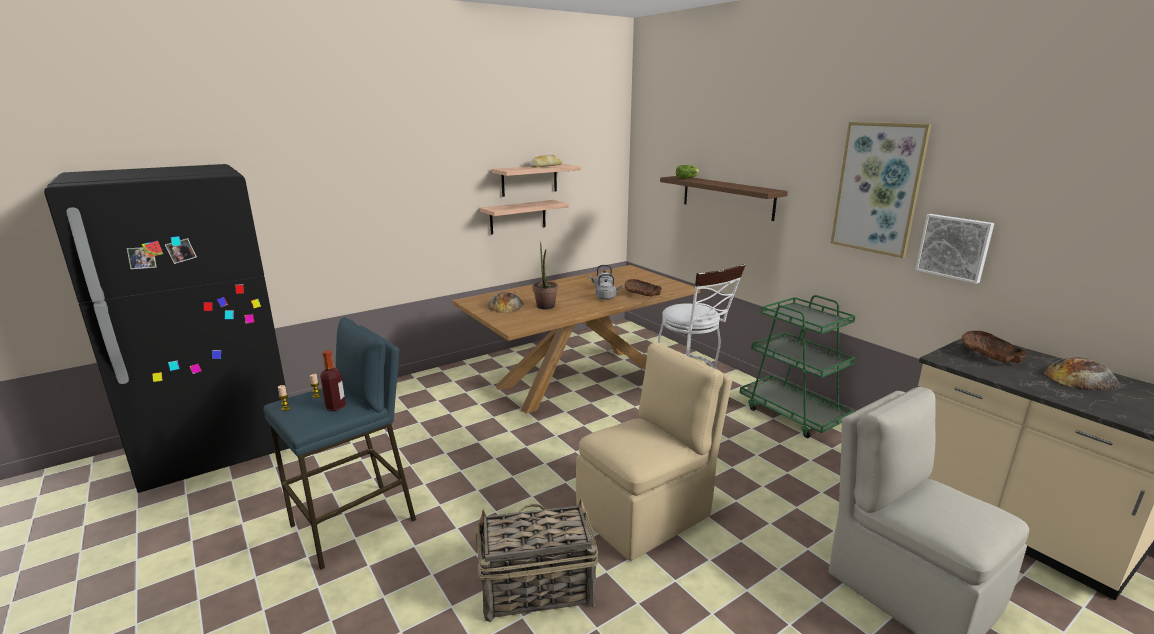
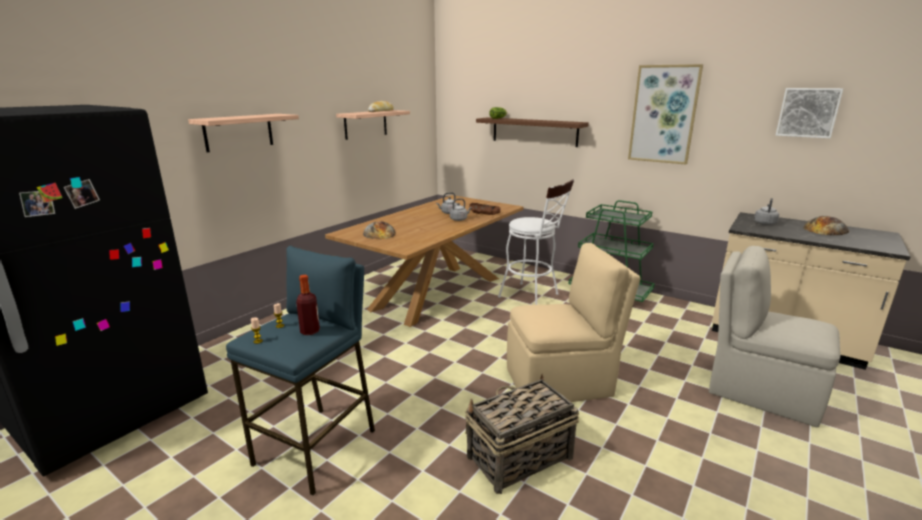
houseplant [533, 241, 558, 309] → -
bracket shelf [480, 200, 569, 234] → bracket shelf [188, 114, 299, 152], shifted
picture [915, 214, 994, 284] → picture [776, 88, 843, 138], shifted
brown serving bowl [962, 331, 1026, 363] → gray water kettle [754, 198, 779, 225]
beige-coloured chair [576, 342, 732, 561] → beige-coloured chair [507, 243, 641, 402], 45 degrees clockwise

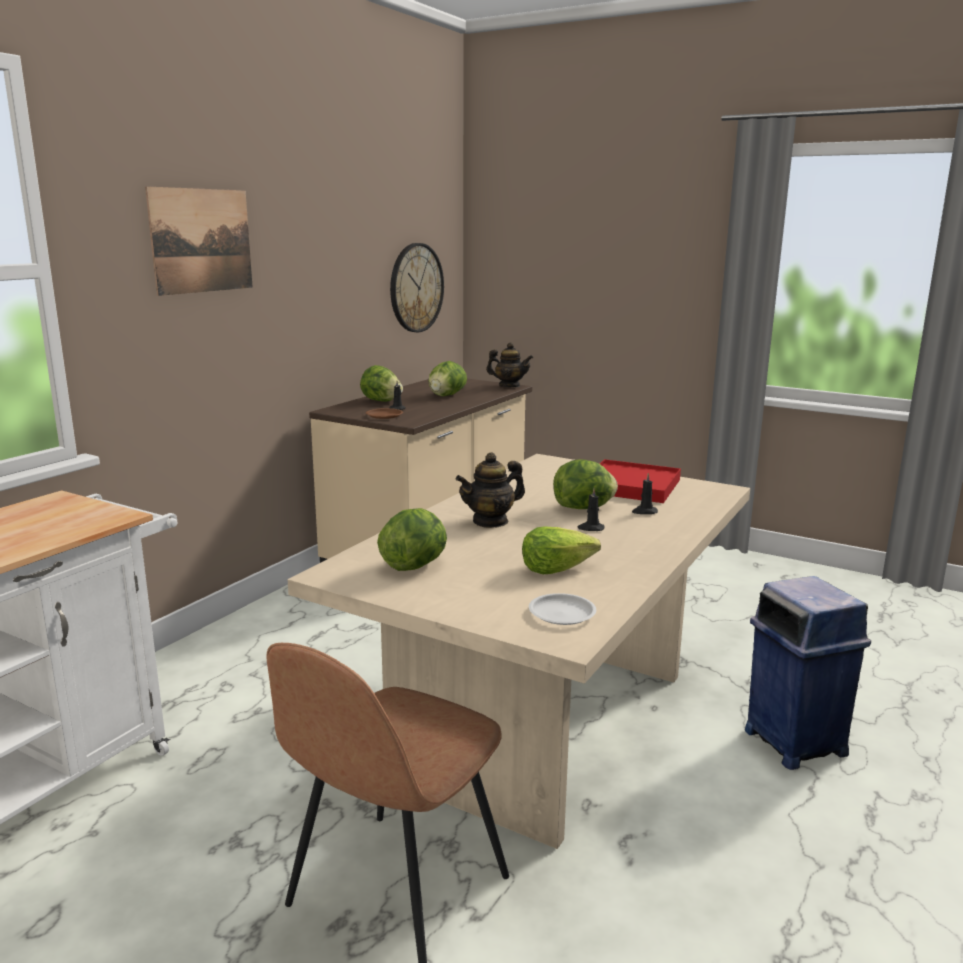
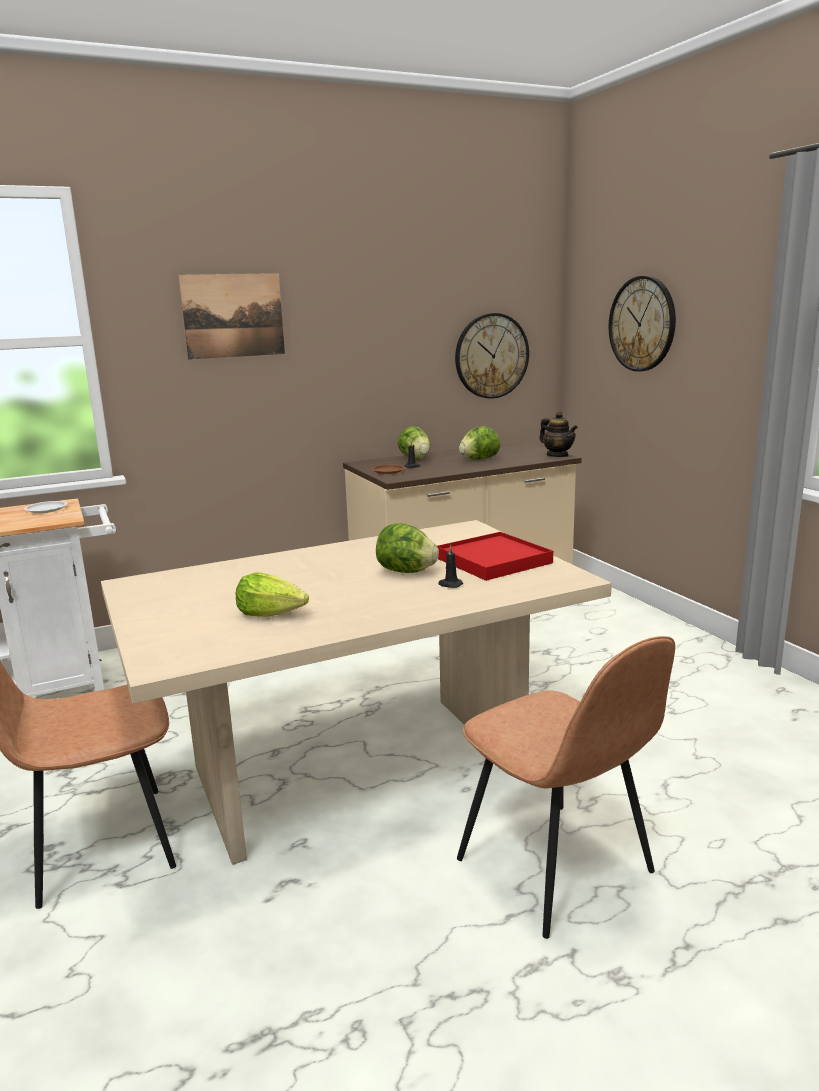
head of lettuce [377, 508, 447, 571] → -
teapot [456, 452, 525, 528] → -
black-coloured wax candle [577, 488, 605, 531] → -
- → hanging clock [609, 276, 676, 372]
whitish dinner plate [529, 593, 596, 625] → whitish dinner plate [24, 501, 67, 513], shifted
blue-coloured waste bin [745, 576, 871, 770] → brown chair [457, 636, 675, 939]

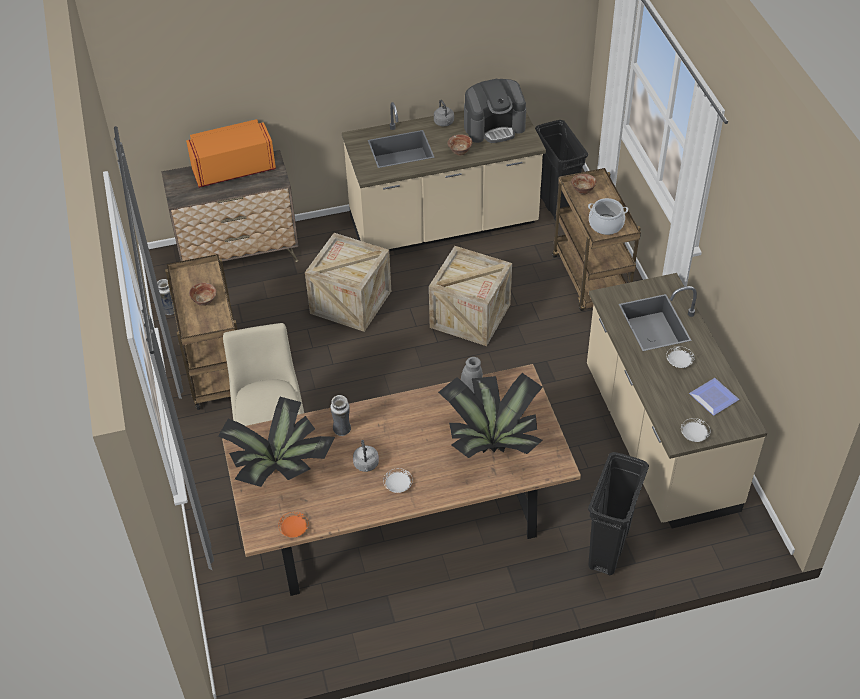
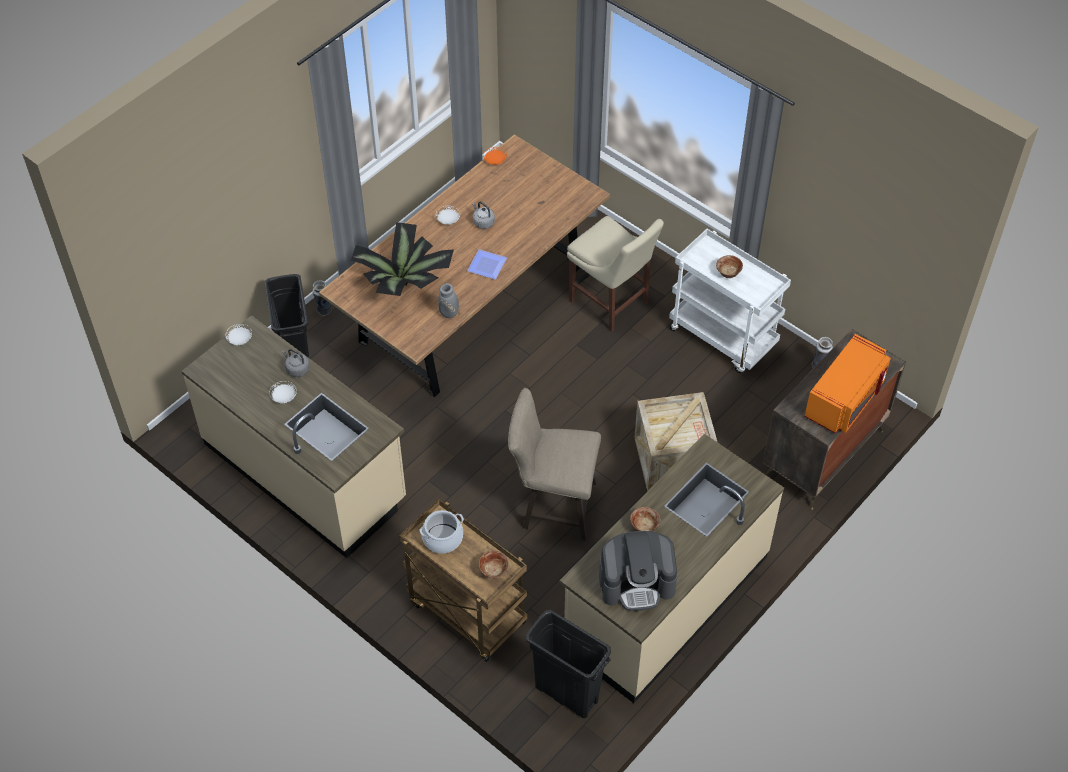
houseplant [218, 397, 335, 487] → -
vase [330, 395, 351, 436] → vase [313, 280, 332, 316], shifted
gray water kettle [434, 100, 454, 127] → gray water kettle [282, 349, 310, 377], shifted
dinner plate [689, 378, 739, 415] → dinner plate [467, 249, 507, 280], shifted
crate [429, 246, 512, 346] → beige-coloured stool [508, 388, 601, 541]
brown wheeled cart [165, 254, 238, 410] → whitish wheeled cart [669, 229, 791, 373]
coffee maker [464, 79, 526, 143] → coffee maker [599, 531, 677, 611], 135 degrees counterclockwise

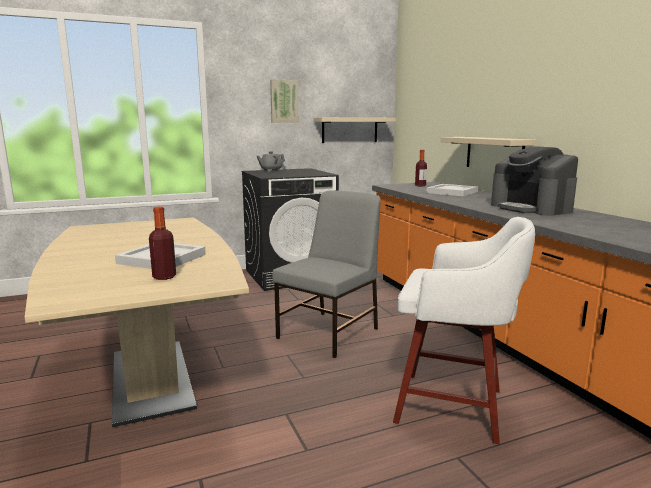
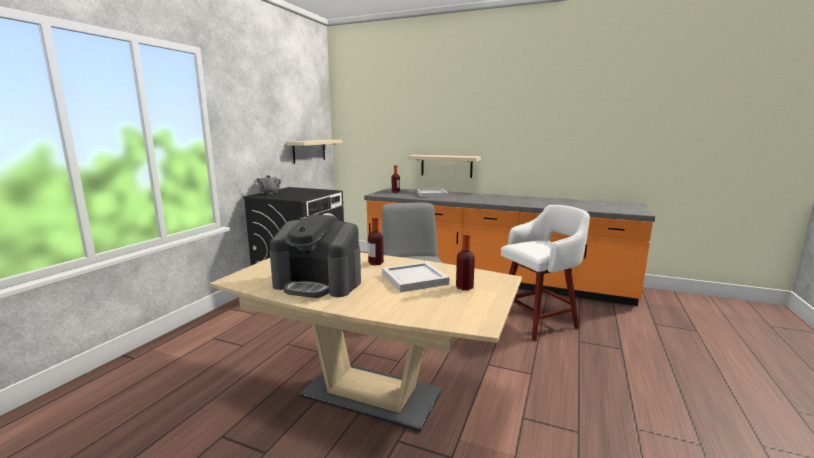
picture [270, 79, 299, 123] → -
- → beverage bottle [368, 217, 384, 265]
coffee maker [491, 146, 578, 216] → coffee maker [270, 214, 361, 298], shifted

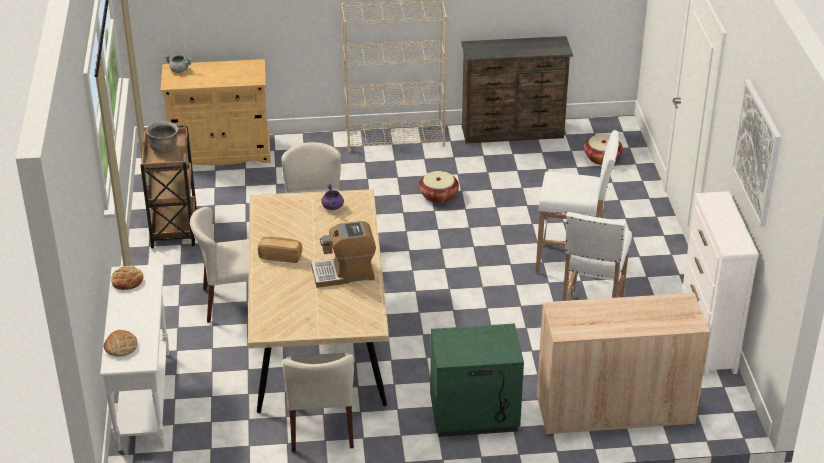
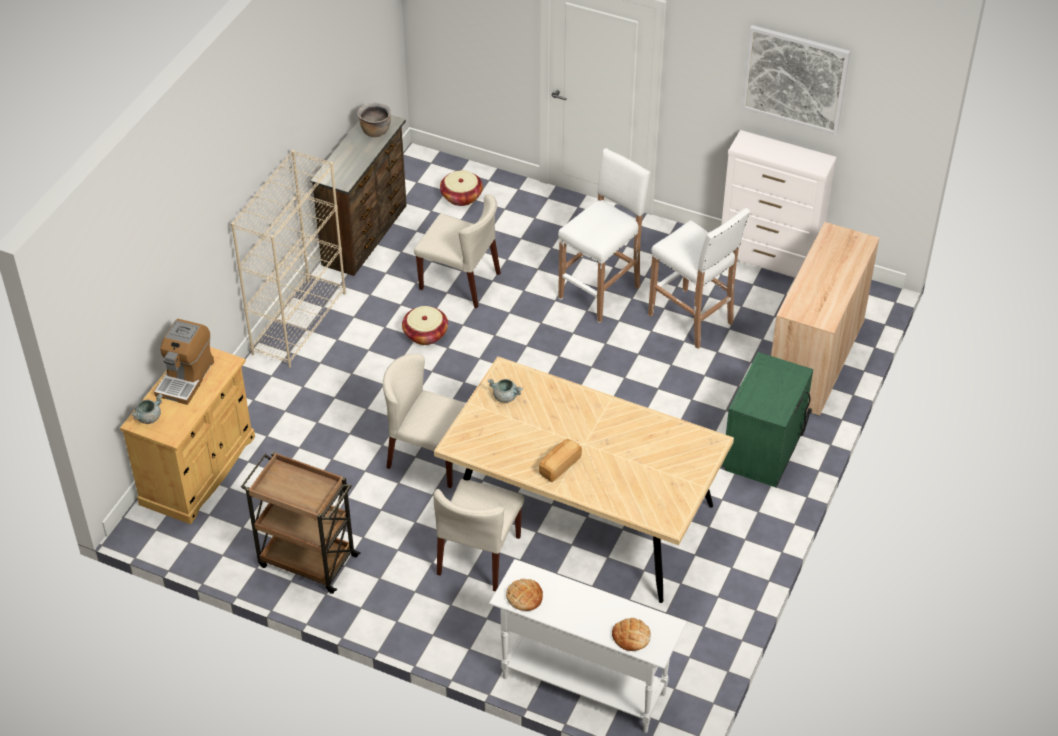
brown cooking pot [146, 121, 178, 153] → brown cooking pot [357, 102, 391, 137], shifted
beige-coloured chair [282, 353, 354, 453] → beige-coloured chair [414, 194, 501, 308], shifted
coffee maker [311, 221, 376, 288] → coffee maker [154, 319, 214, 405], shifted
purple-coloured cooking pot [322, 184, 344, 210] → gray cooking pot [488, 379, 523, 403]

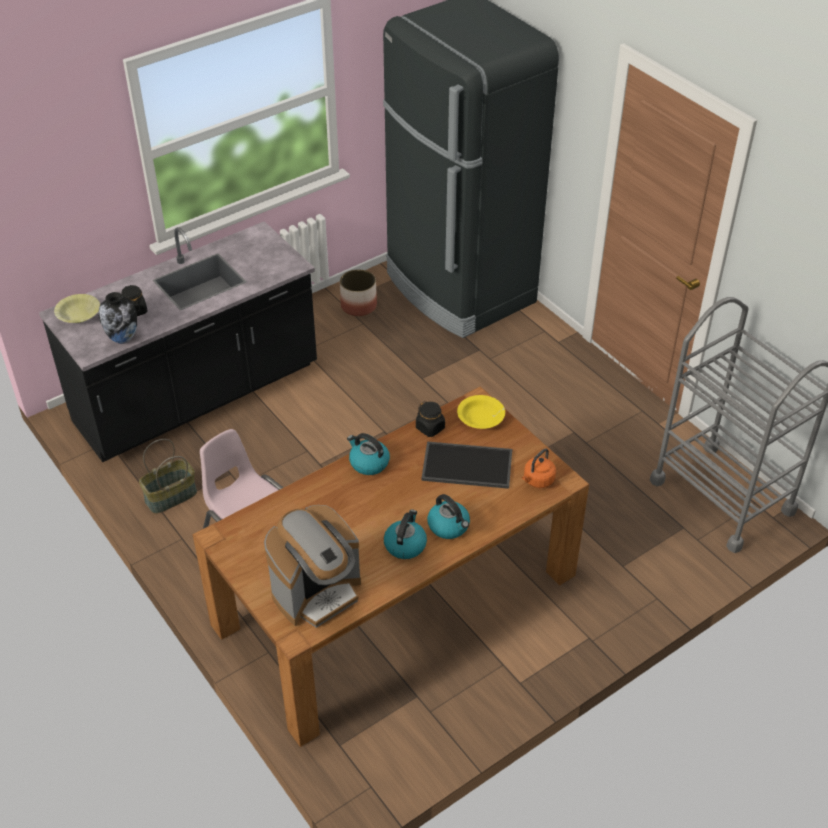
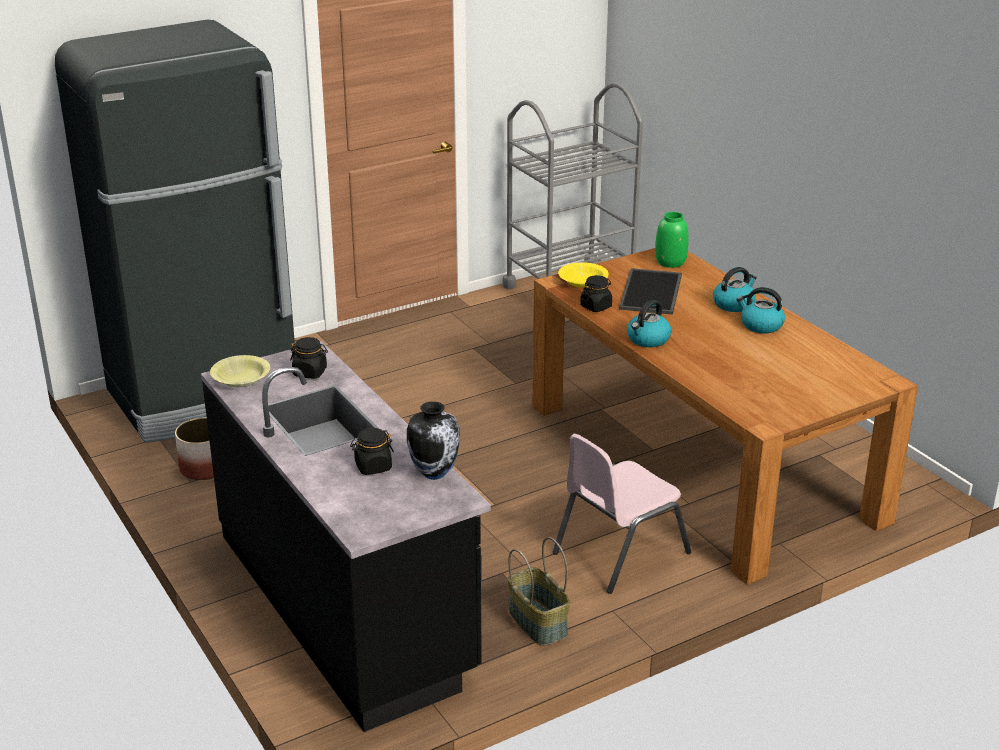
coffee maker [264, 505, 361, 628] → -
- → black-coloured jar [290, 337, 328, 378]
yellowish serving bowl [54, 294, 100, 323] → yellowish serving bowl [210, 355, 270, 387], shifted
orange water kettle [522, 448, 556, 488] → green vase [655, 212, 689, 268]

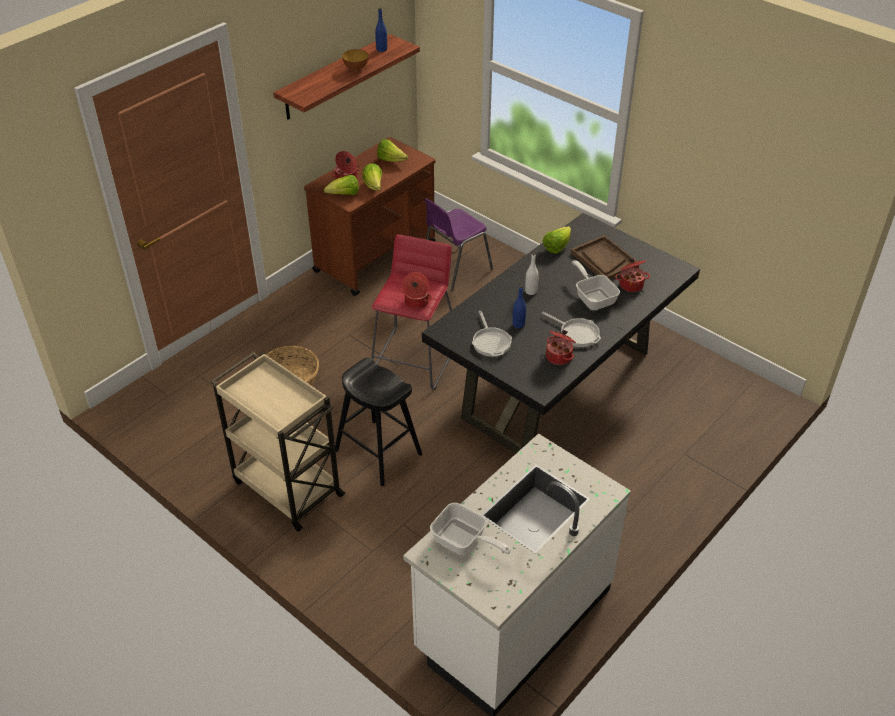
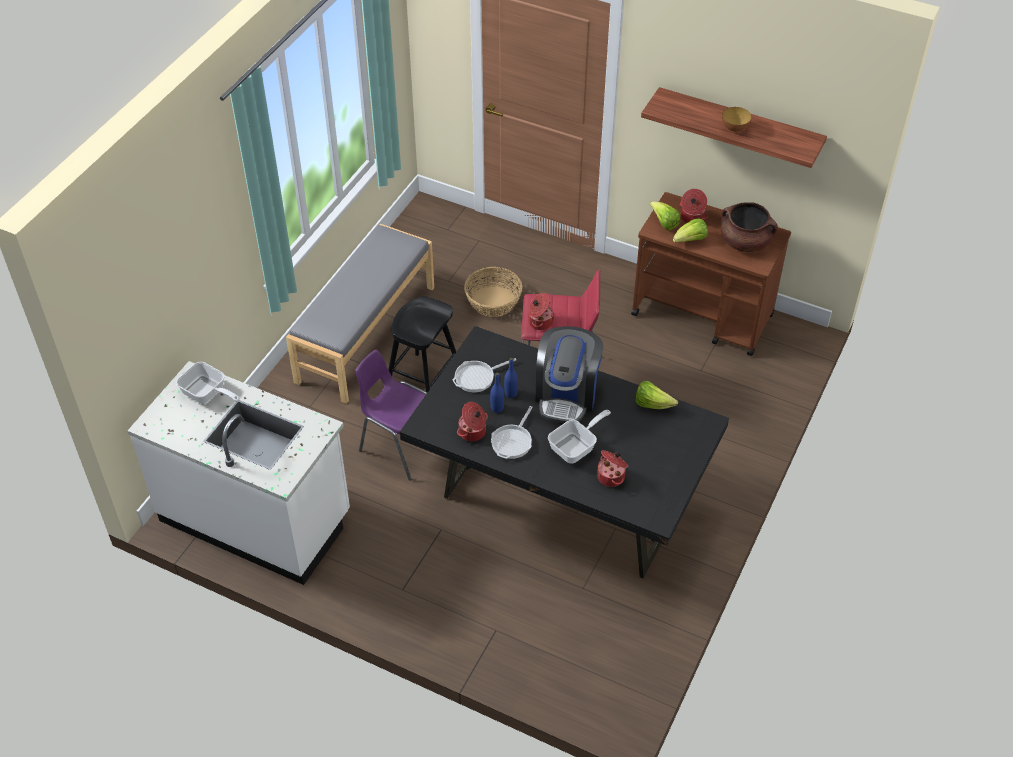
brown carrying tray [571, 235, 637, 280] → -
blue-coloured beverage bottle [375, 8, 387, 52] → blue-coloured beverage bottle [490, 372, 504, 413], shifted
purple-coloured chair [425, 198, 493, 291] → purple-coloured chair [355, 350, 427, 480], shifted
beige-coloured wheeled cart [211, 352, 346, 532] → gray bench [286, 224, 434, 404]
head of lettuce [377, 139, 408, 162] → brown cooking pot [721, 202, 778, 252]
whitish beverage bottle [525, 253, 539, 295] → coffee maker [536, 326, 603, 423]
pan [430, 503, 511, 554] → pan [176, 362, 240, 404], 75 degrees counterclockwise

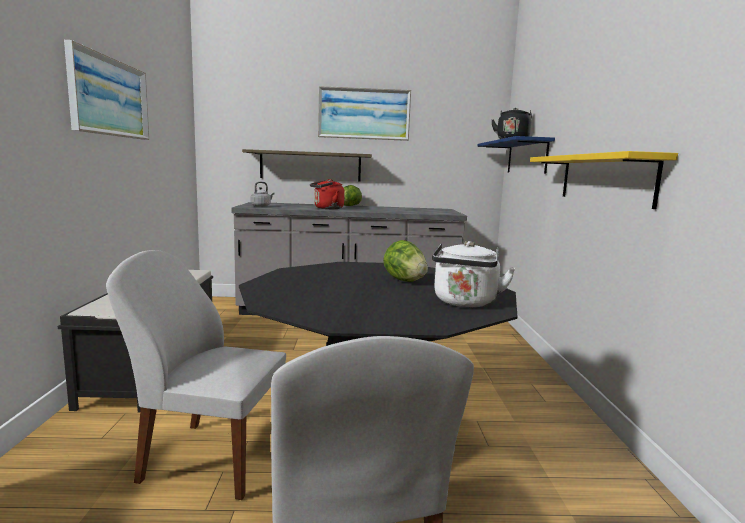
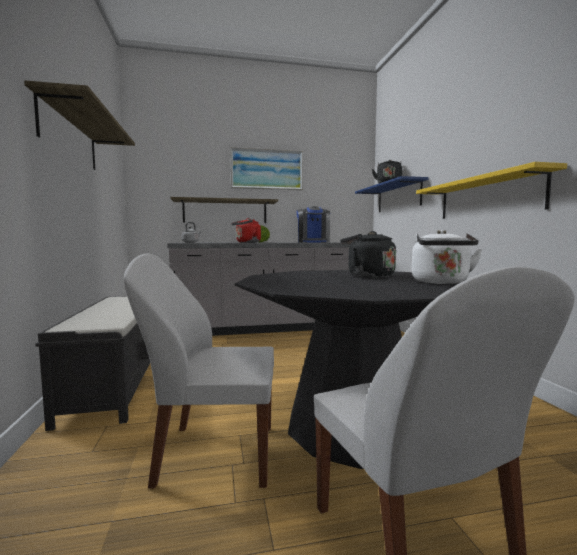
- → coffee maker [296, 206, 330, 243]
picture [64, 40, 149, 140] → bracket shelf [24, 80, 135, 170]
head of lettuce [383, 240, 428, 282] → black-coloured water kettle [340, 231, 396, 278]

